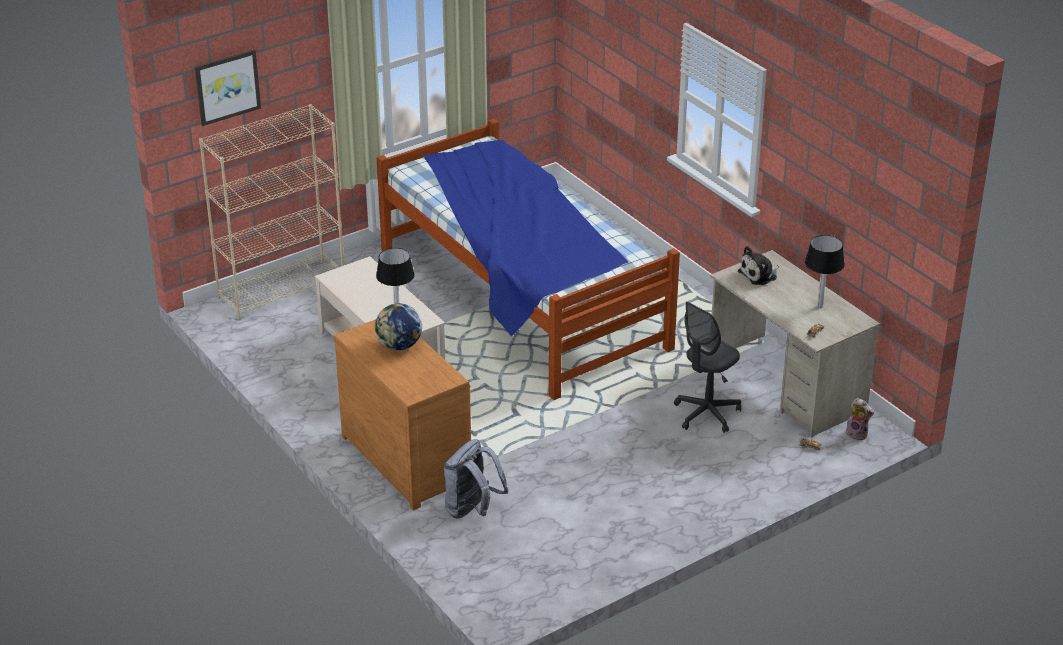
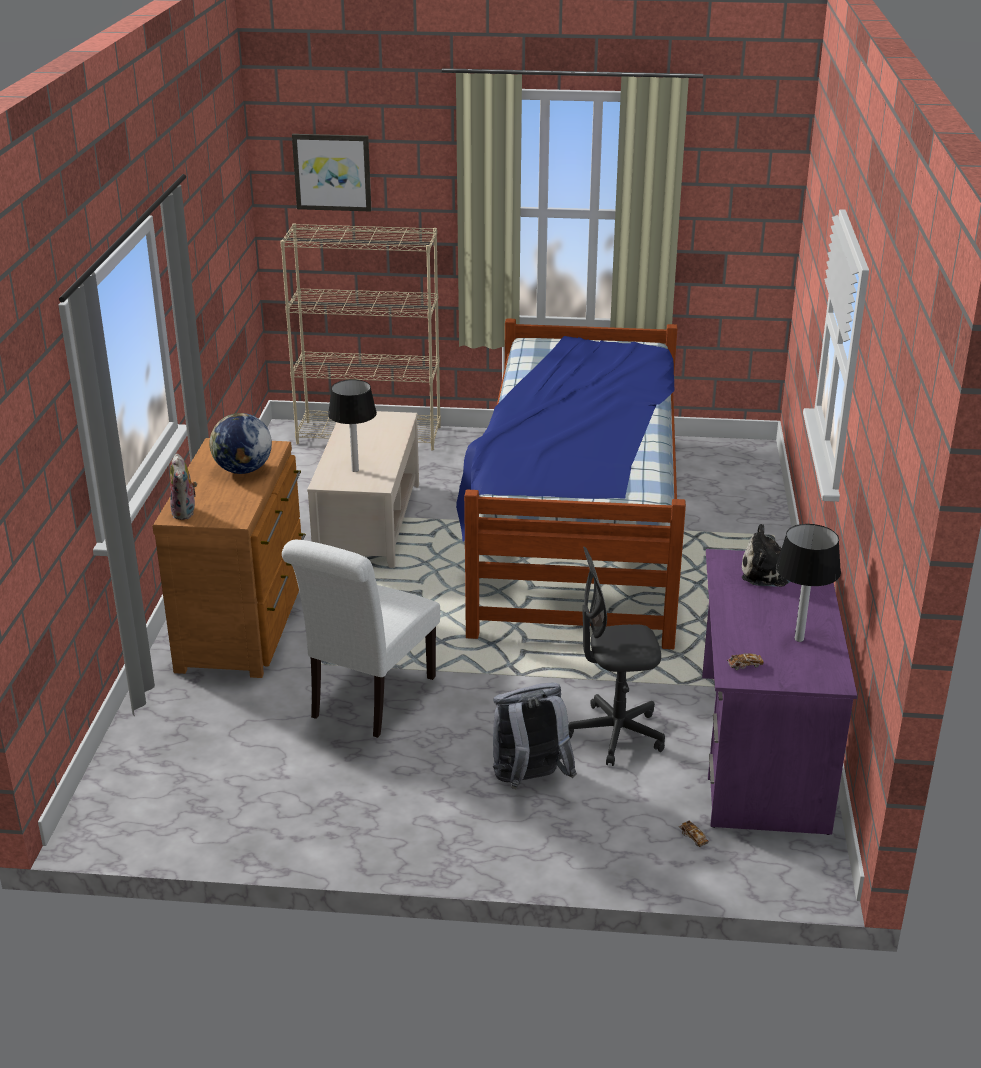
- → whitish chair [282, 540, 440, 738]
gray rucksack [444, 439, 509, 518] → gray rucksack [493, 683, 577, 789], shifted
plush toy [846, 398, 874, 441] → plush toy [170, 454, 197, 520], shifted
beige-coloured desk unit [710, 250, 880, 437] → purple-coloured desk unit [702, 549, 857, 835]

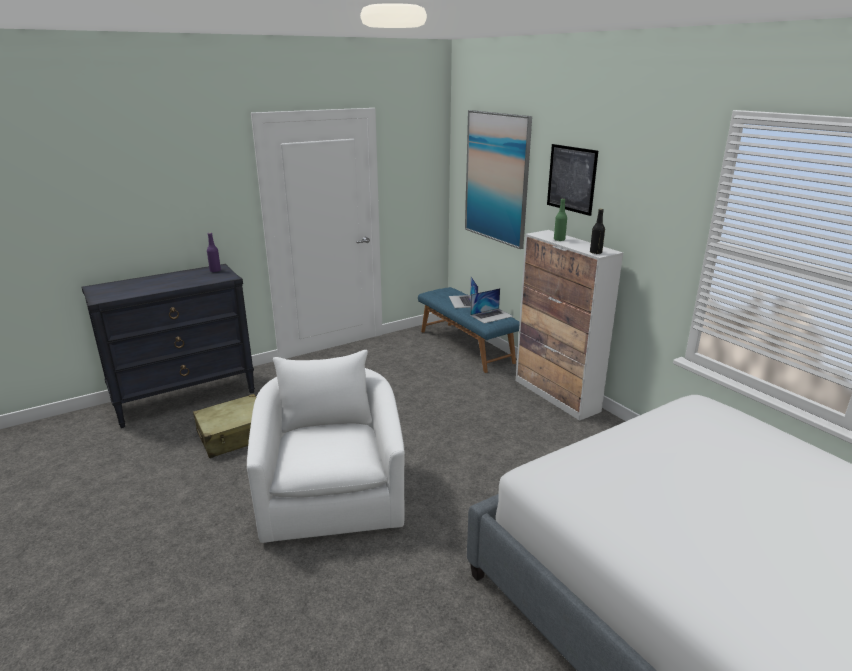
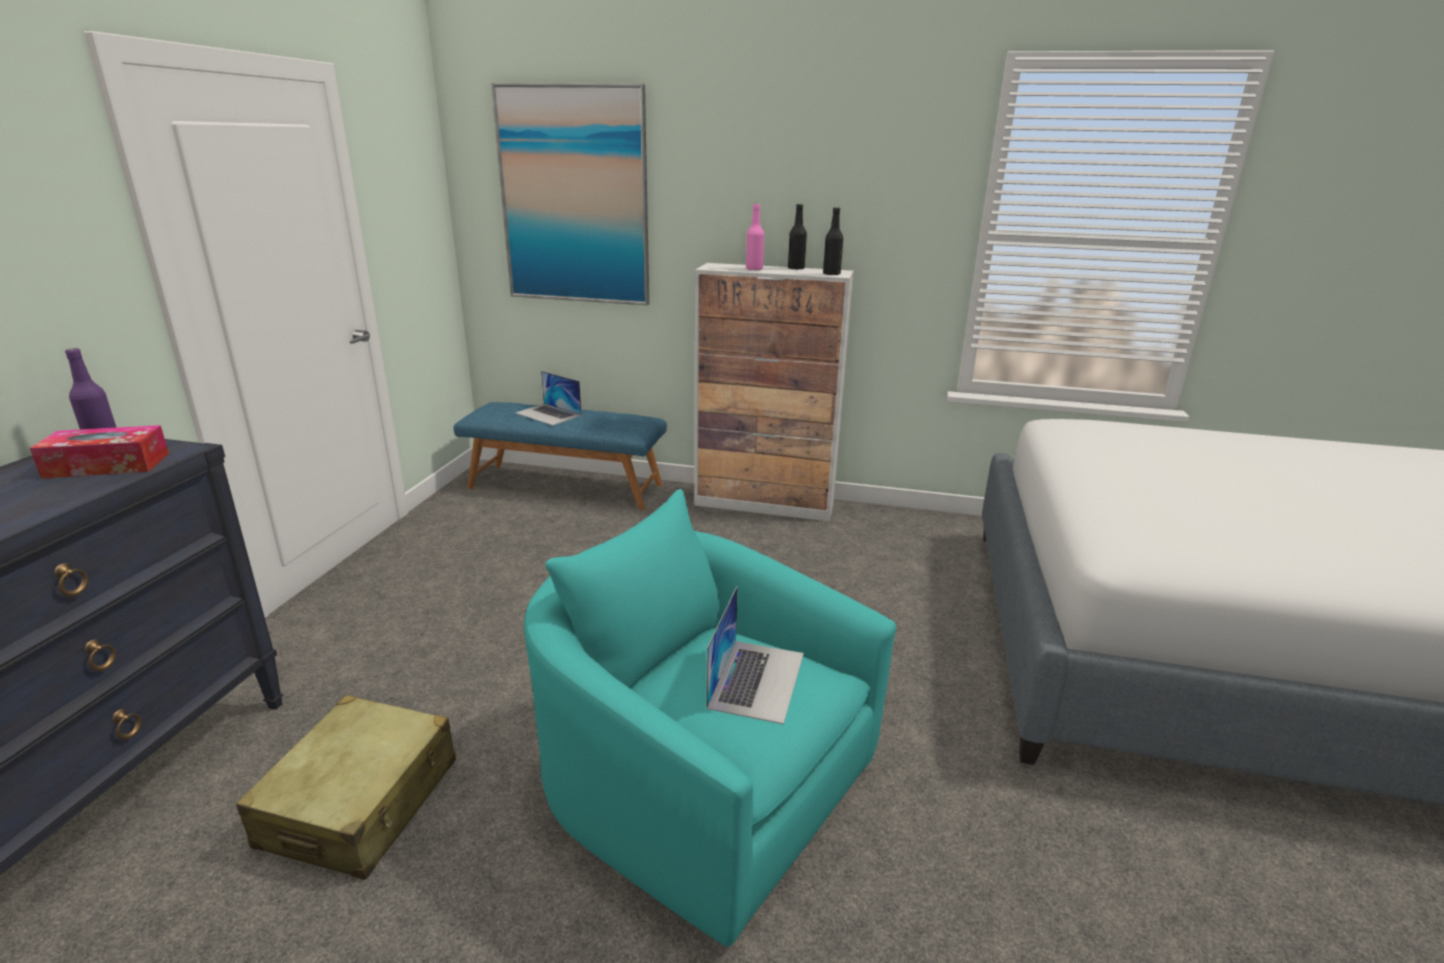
picture [547, 144, 598, 216] → -
- → box of tissues [30, 425, 169, 479]
- → black-coloured beverage bottle [788, 204, 807, 270]
portable computer [470, 288, 513, 323] → portable computer [706, 586, 804, 724], shifted
whitish armchair [247, 350, 405, 543] → blue-green armchair [524, 489, 896, 947]
green beverage bottle [554, 199, 567, 241] → pink beverage bottle [746, 204, 764, 270]

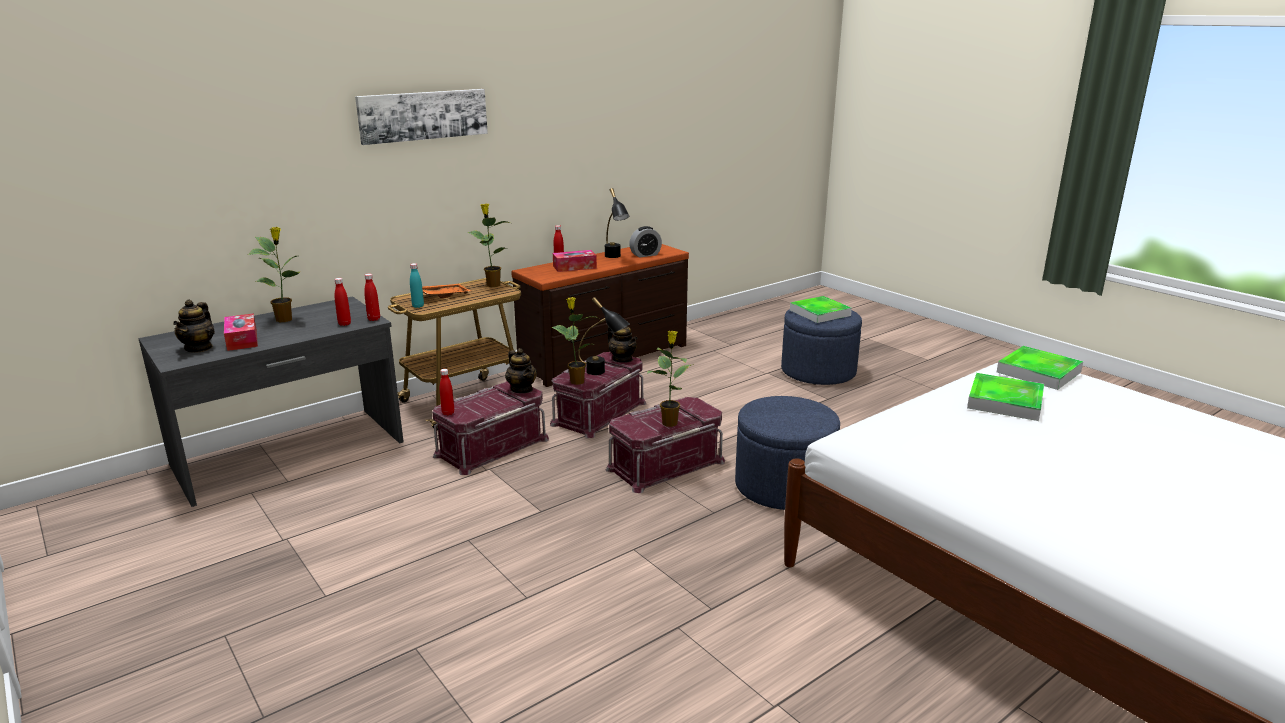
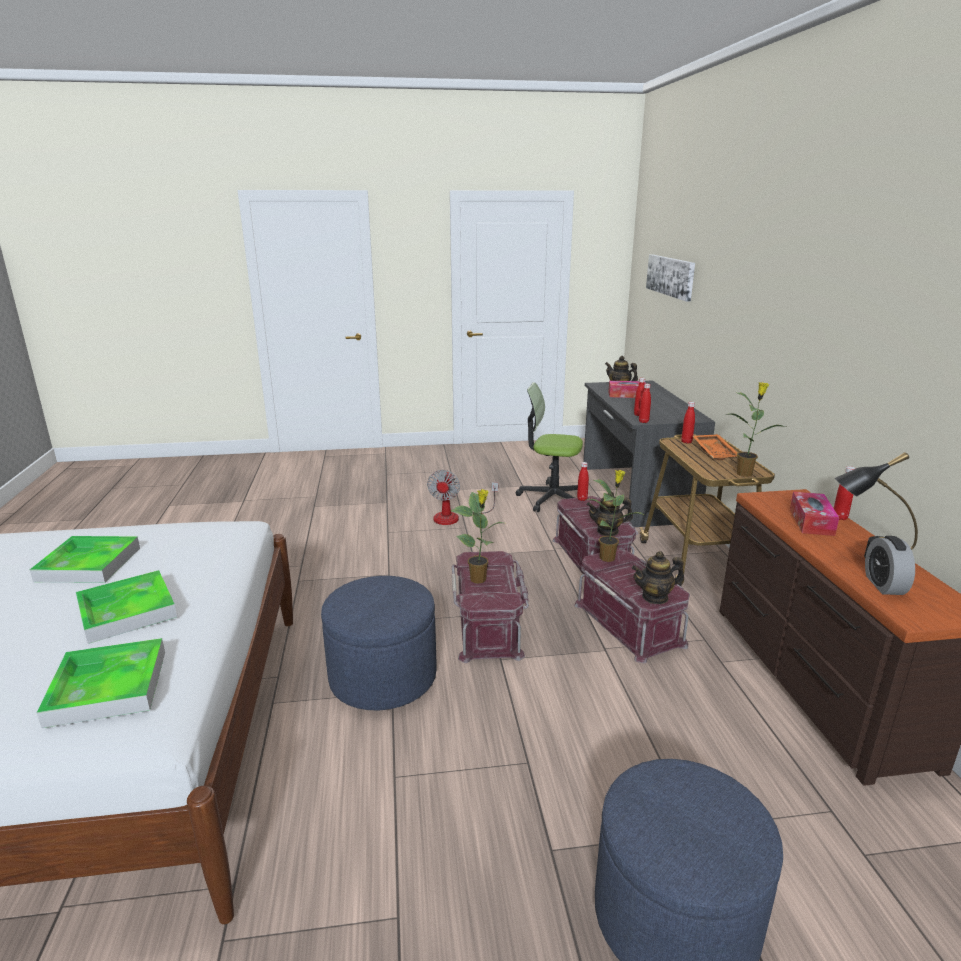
houseplant [248, 227, 300, 322] → -
black-coloured tabletop lamp [578, 297, 630, 375] → -
- → electric fan [427, 470, 498, 525]
- → desk chair [516, 382, 583, 512]
picture [355, 89, 488, 145] → picture [646, 254, 695, 301], shifted
carrying tray [790, 296, 852, 323] → carrying tray [29, 536, 140, 583], shifted
blue-green beverage bottle [410, 263, 424, 308] → reddish beverage bottle [681, 402, 695, 444]

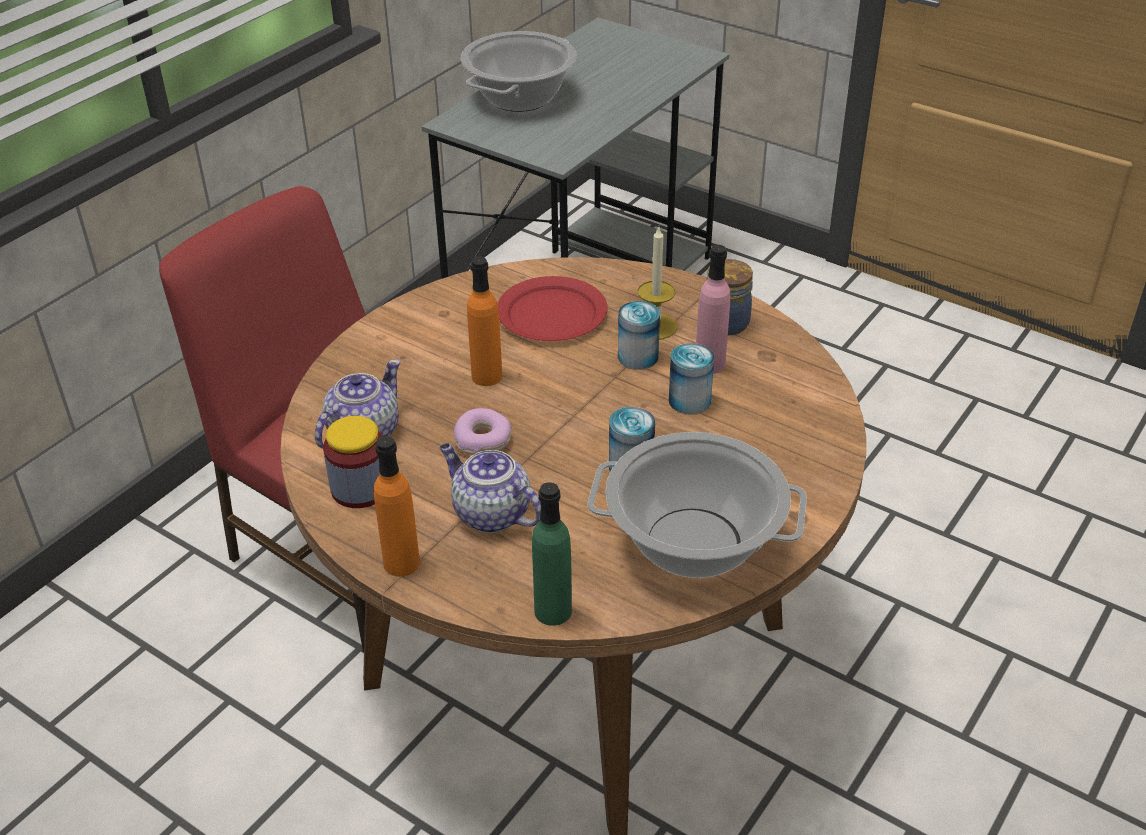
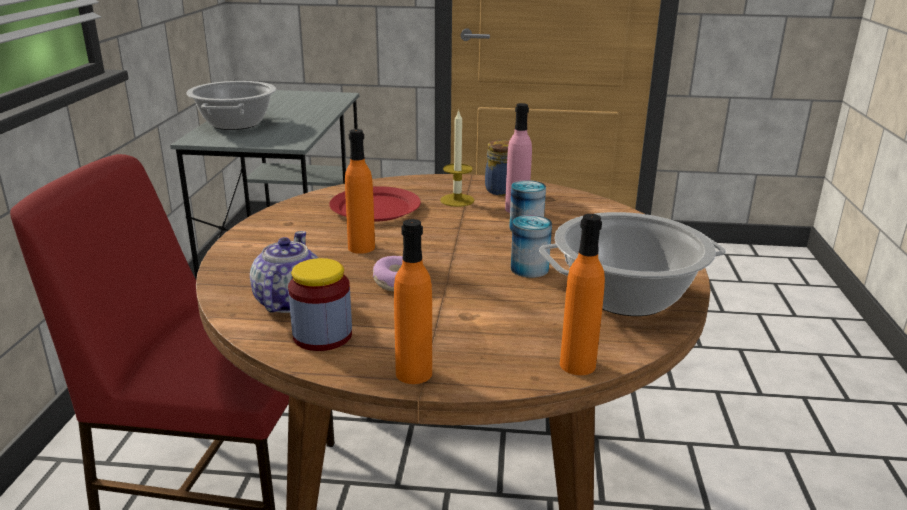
teapot [439, 443, 541, 533] → -
can [618, 301, 660, 370] → -
green beverage bottle [532, 482, 572, 626] → orange beverage bottle [560, 214, 605, 375]

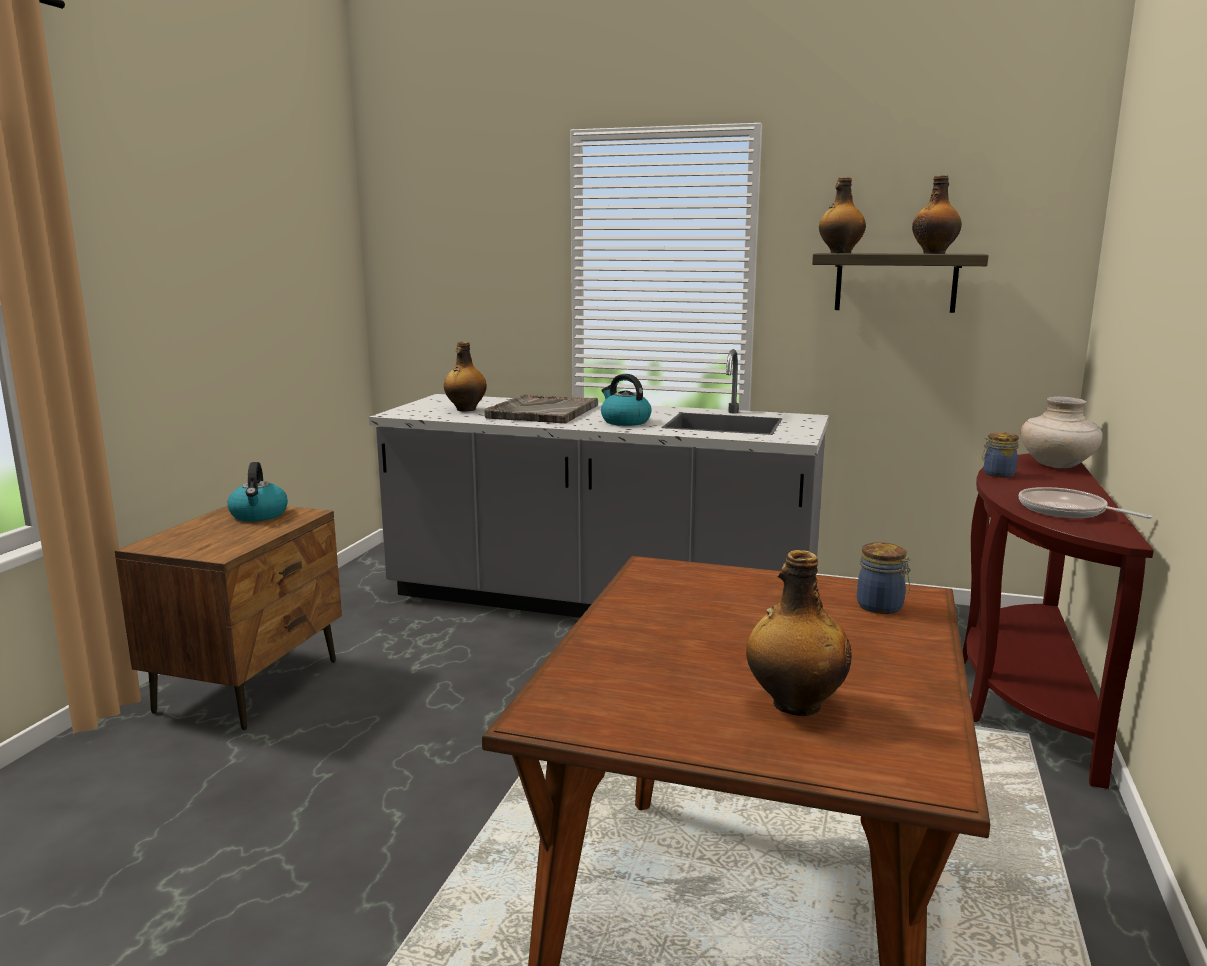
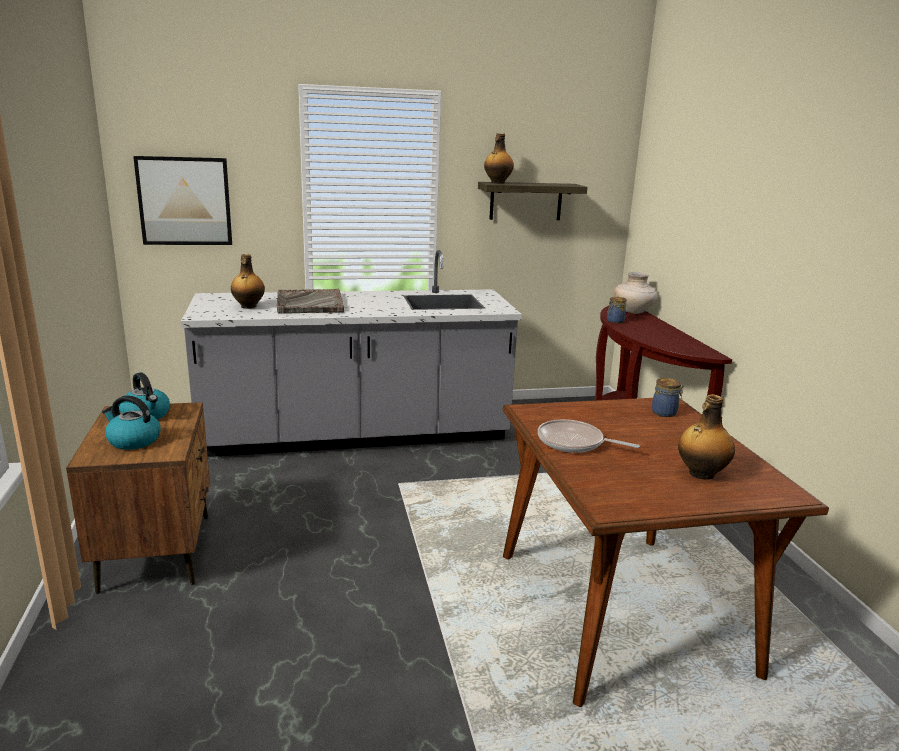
beverage bottle [912, 175, 962, 254] → -
- → picture [133, 156, 232, 245]
water kettle [601, 374, 652, 426] → water kettle [102, 395, 160, 450], shifted
pan [1019, 487, 1152, 519] → pan [538, 419, 640, 453], shifted

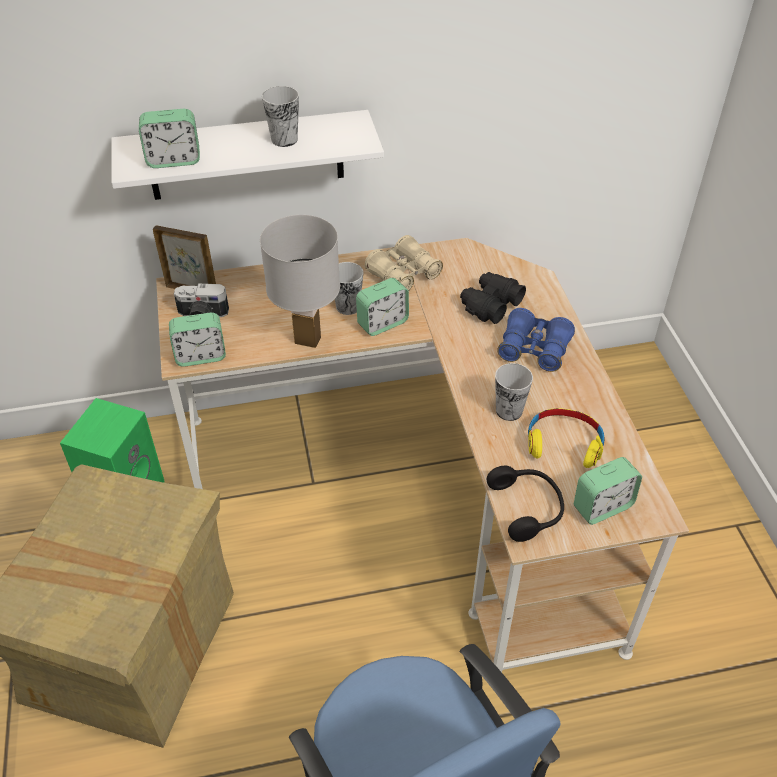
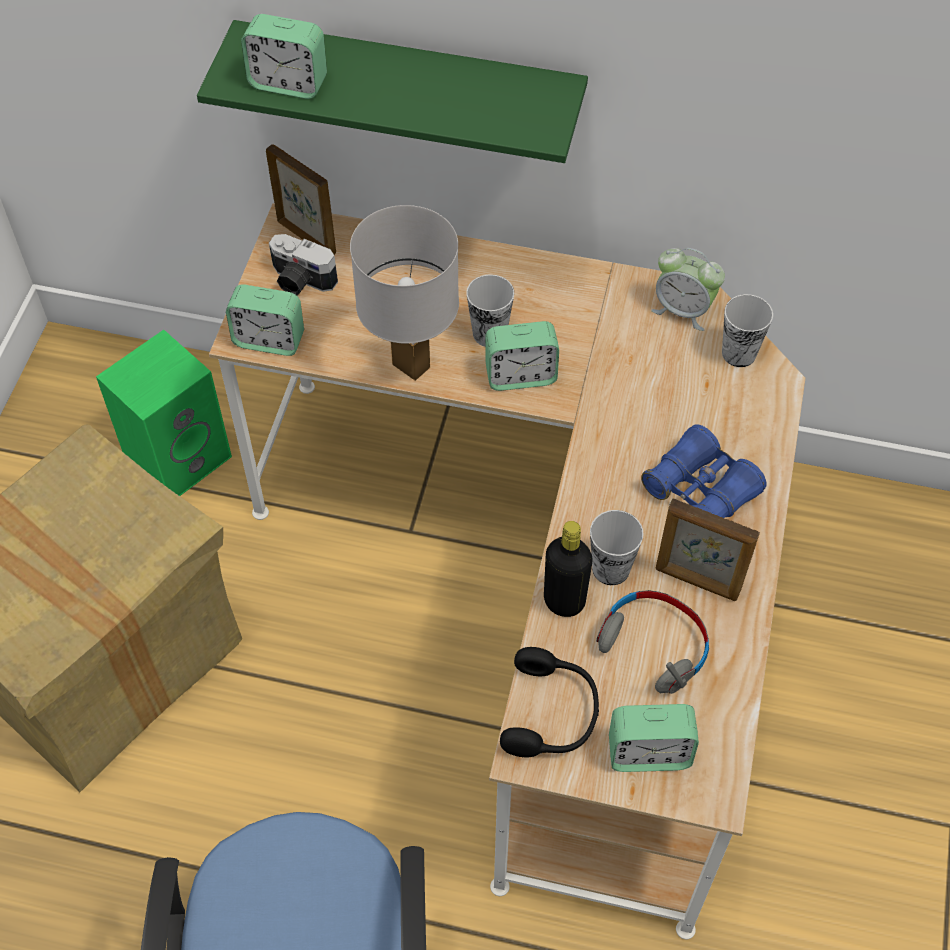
beige-coloured field glasses [365, 235, 443, 291] → -
black-coloured field glasses [460, 272, 526, 324] → -
- → black-coloured beverage bottle [544, 521, 593, 617]
- → bedside clock [651, 248, 725, 331]
- → standing frame [656, 498, 760, 601]
cup [262, 86, 299, 147] → cup [722, 294, 773, 367], shifted
whitish bracket shelf [111, 110, 384, 200] → green bracket shelf [197, 20, 588, 163]
yellowish headset [528, 408, 604, 468] → gray headset [596, 590, 709, 694]

